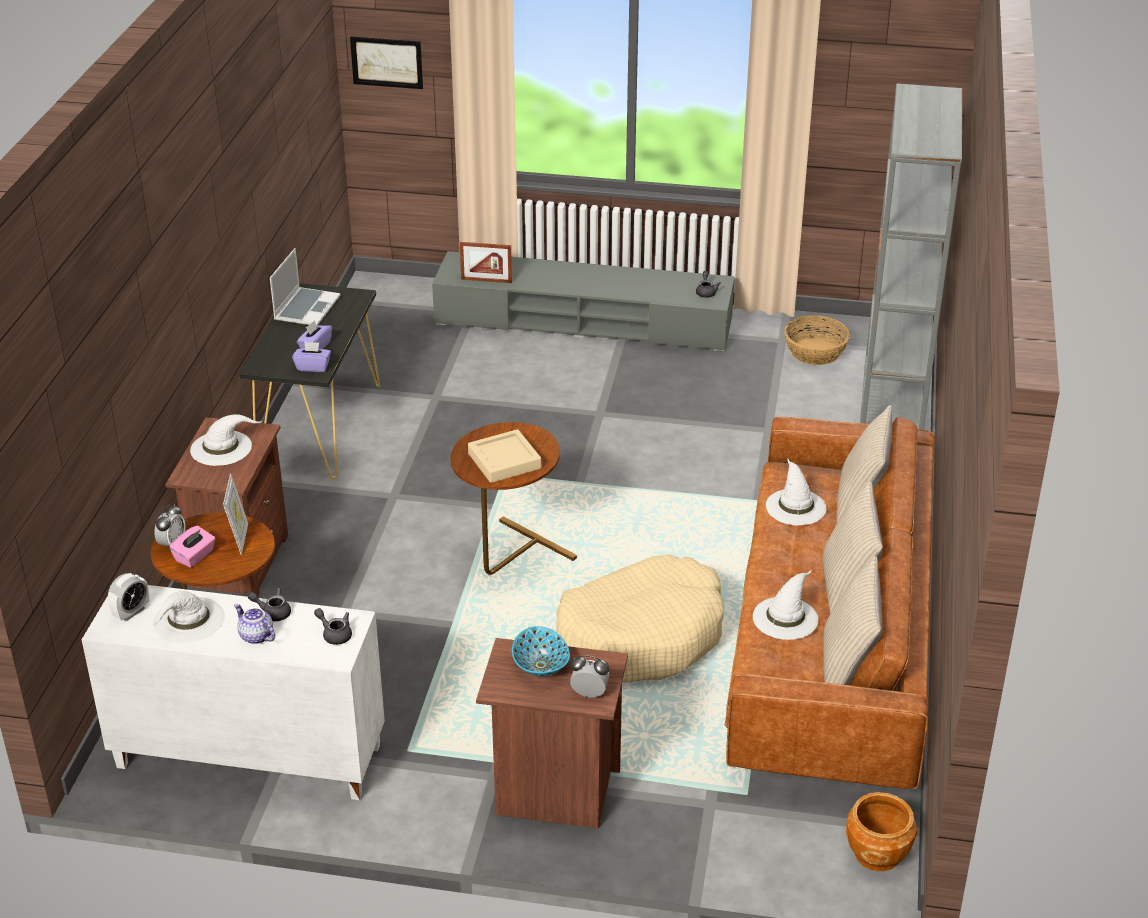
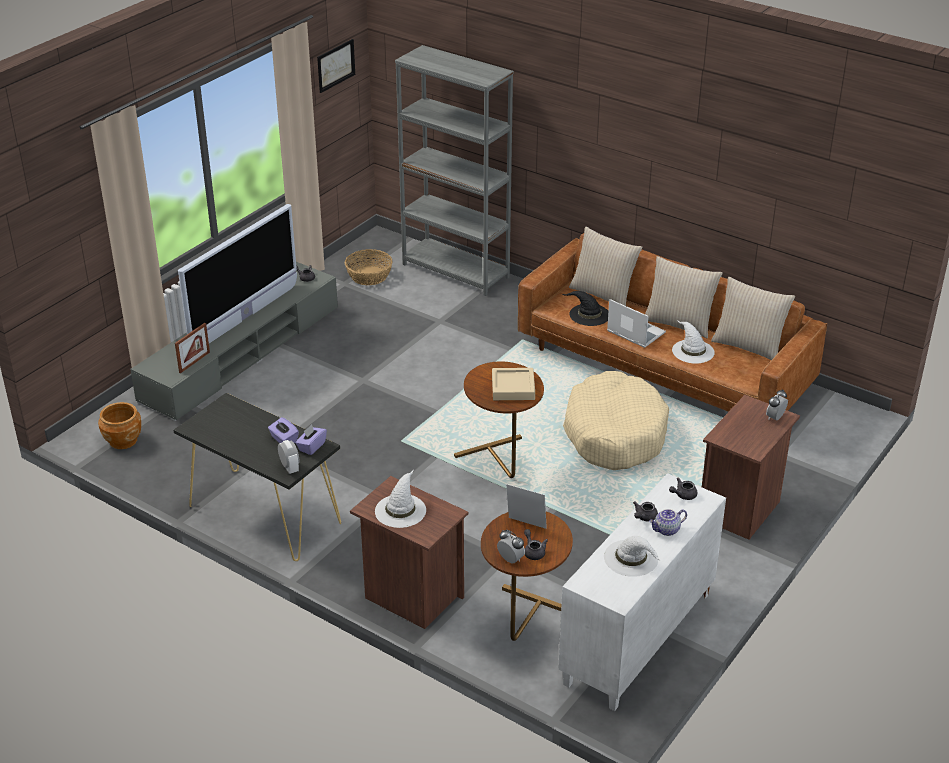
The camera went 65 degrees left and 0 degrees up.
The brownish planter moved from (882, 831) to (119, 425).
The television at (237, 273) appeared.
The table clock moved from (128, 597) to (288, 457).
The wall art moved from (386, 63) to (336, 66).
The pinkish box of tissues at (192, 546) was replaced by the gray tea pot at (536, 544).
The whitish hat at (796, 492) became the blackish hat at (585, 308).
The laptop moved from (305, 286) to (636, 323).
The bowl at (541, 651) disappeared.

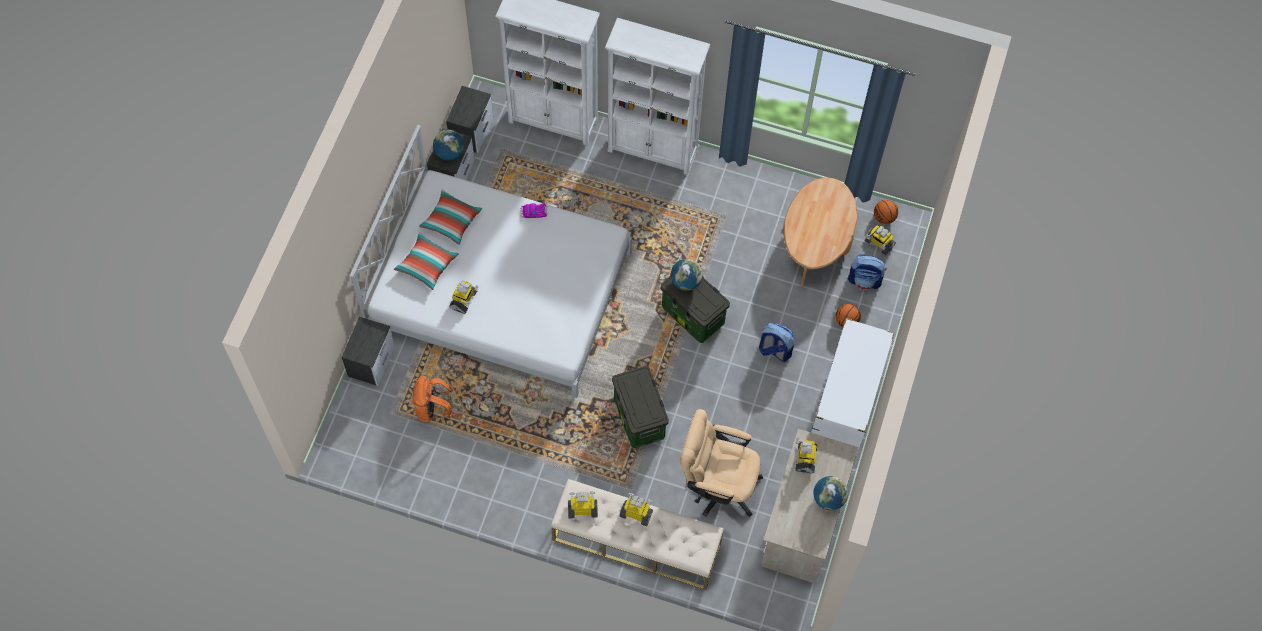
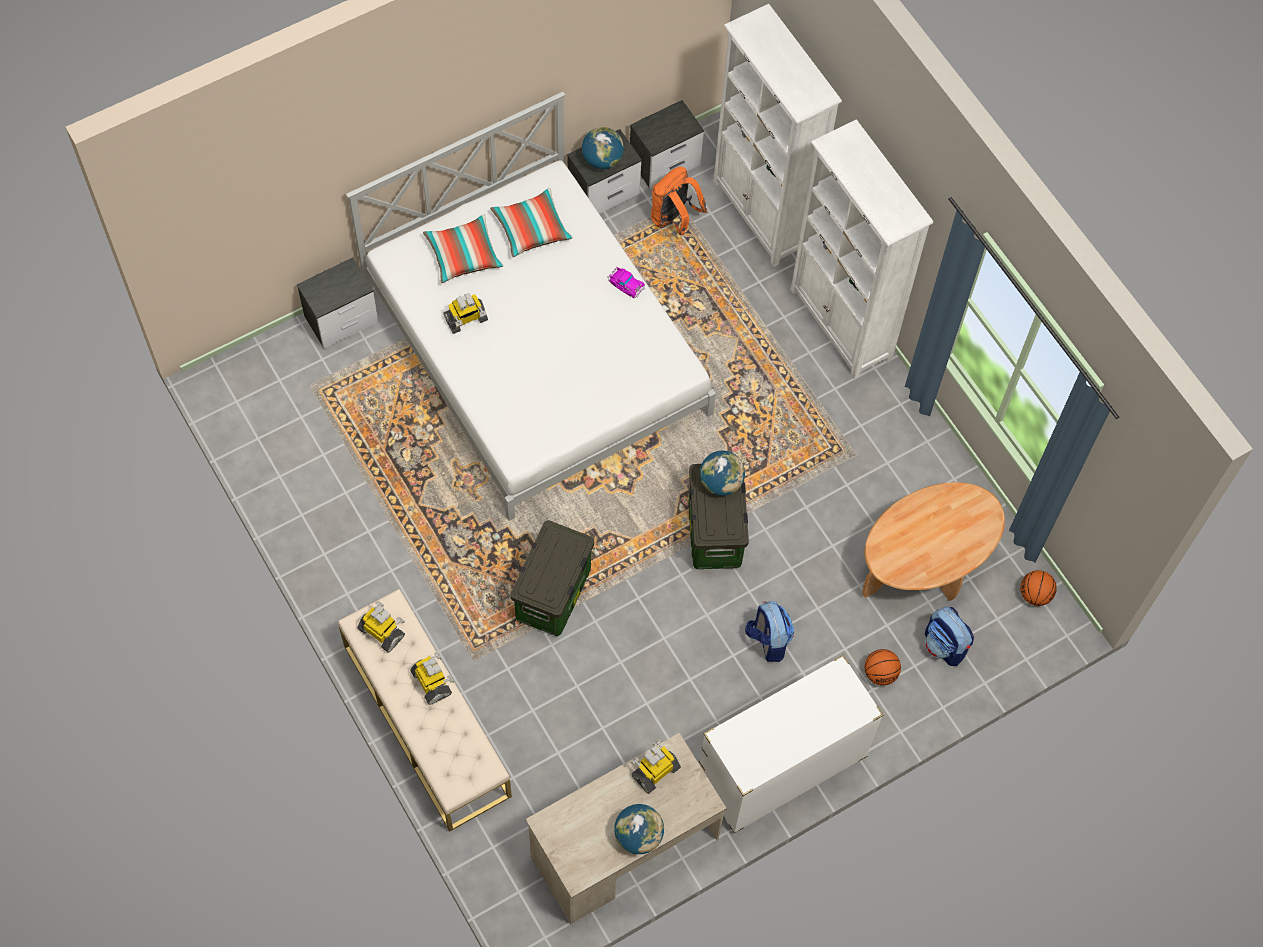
The camera went 40 degrees right and 0 degrees up.
The orange-coloured knapsack moved from (432, 398) to (679, 201).
The beige computer chair at (721, 463) disappeared.
The robot figure at (880, 240) disappeared.

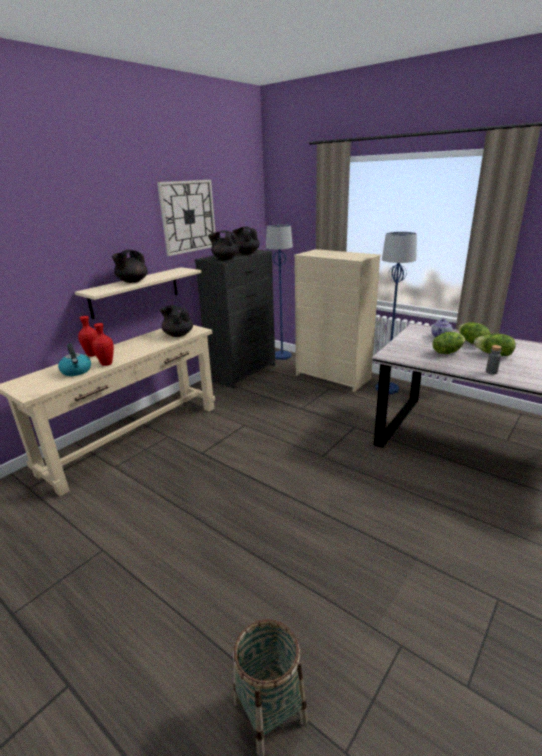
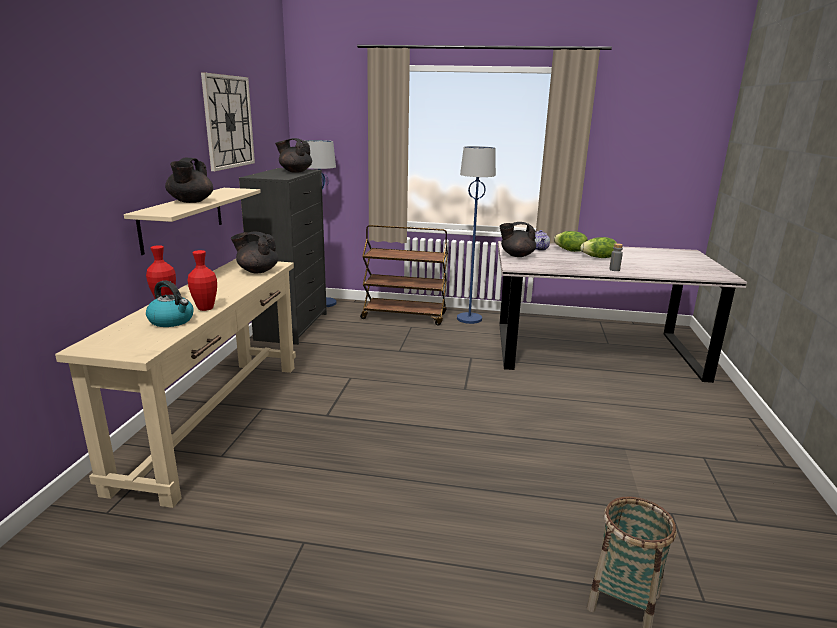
The camera went 30 degrees left and 5 degrees down.
The beige chest of drawers at (337, 320) was replaced by the brownish wheeled cart at (404, 275).
The blackish tea pot moved from (223, 245) to (517, 239).
The lettuce at (448, 343) disappeared.

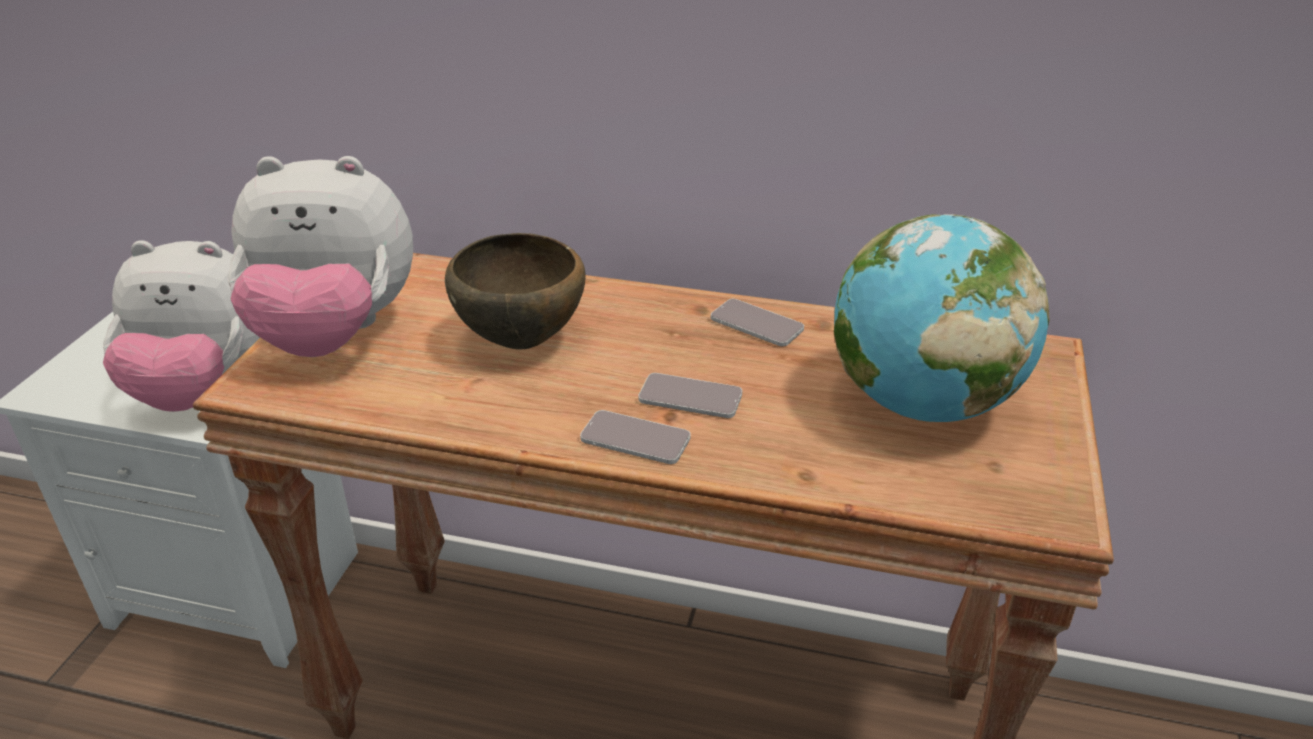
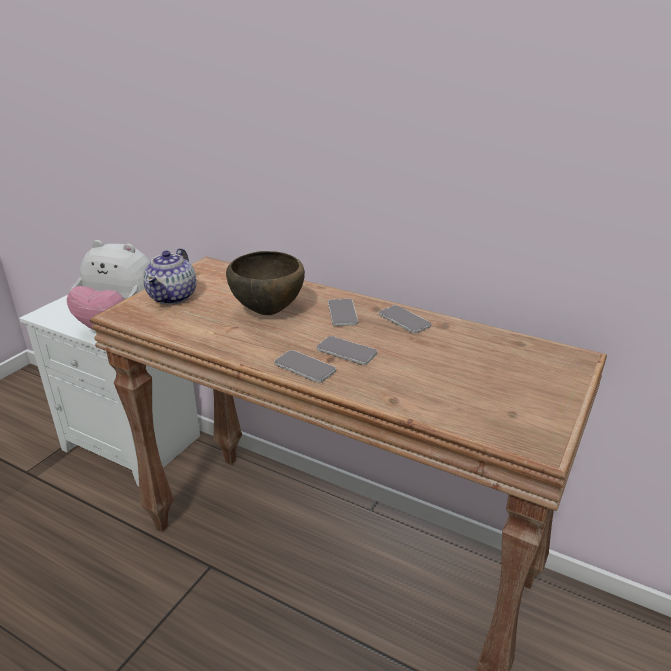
The camera went 15 degrees right and 5 degrees down.
The plush toy at (320, 256) was replaced by the tea pot at (169, 276).
The telephone at (343, 312) appeared.
The globe at (941, 318) disappeared.

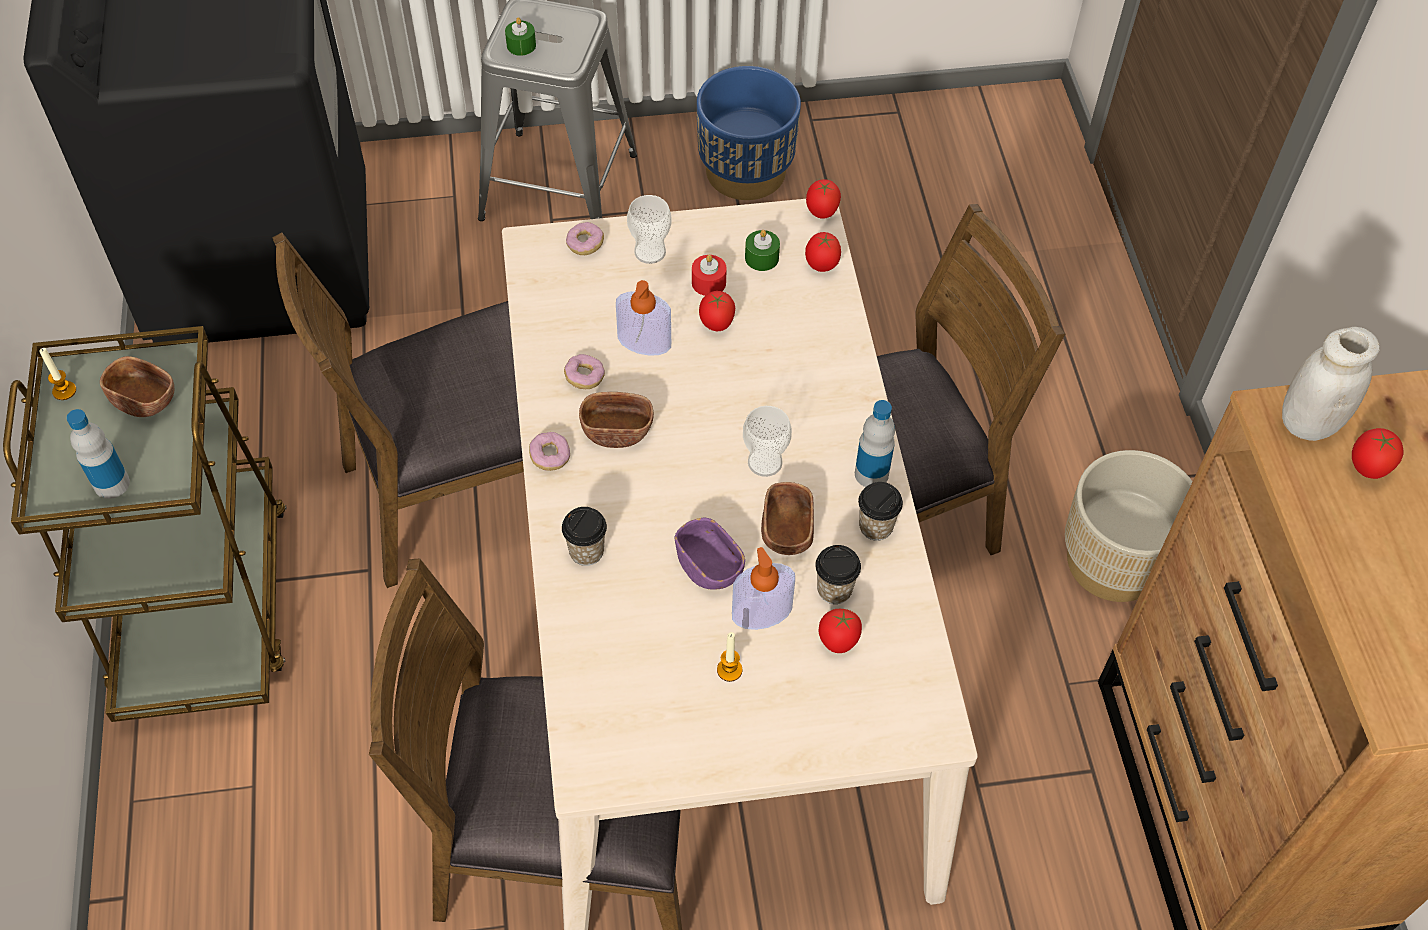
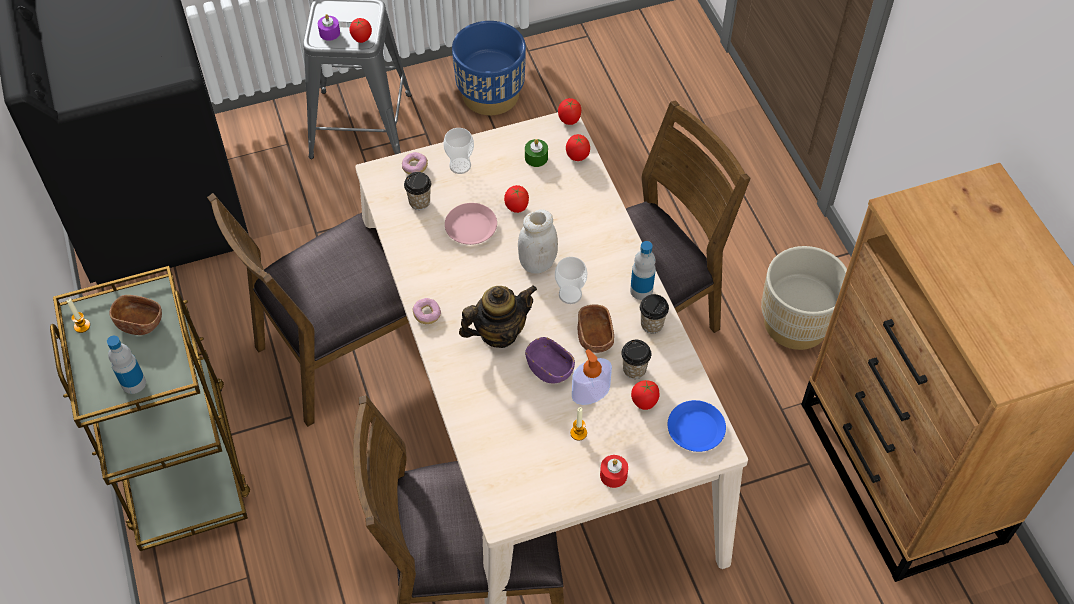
The camera went 10 degrees left and 0 degrees up.
The greenish wax candle at (520, 36) became the purple-coloured wax candle at (329, 27).
The whole tomato moved from (1377, 453) to (360, 30).
The drinking cup moved from (584, 536) to (417, 191).
The liquid soap bottle at (643, 318) was replaced by the pinkish dinner plate at (471, 224).
The tea pot at (498, 316) appeared.
The whitish preserve jar moved from (1331, 384) to (538, 241).
The reddish wax candle moved from (709, 275) to (614, 471).
The blue dinner plate at (697, 426) appeared.
The doughnut at (584, 371) disappeared.
The brownish bowl at (616, 420) disappeared.

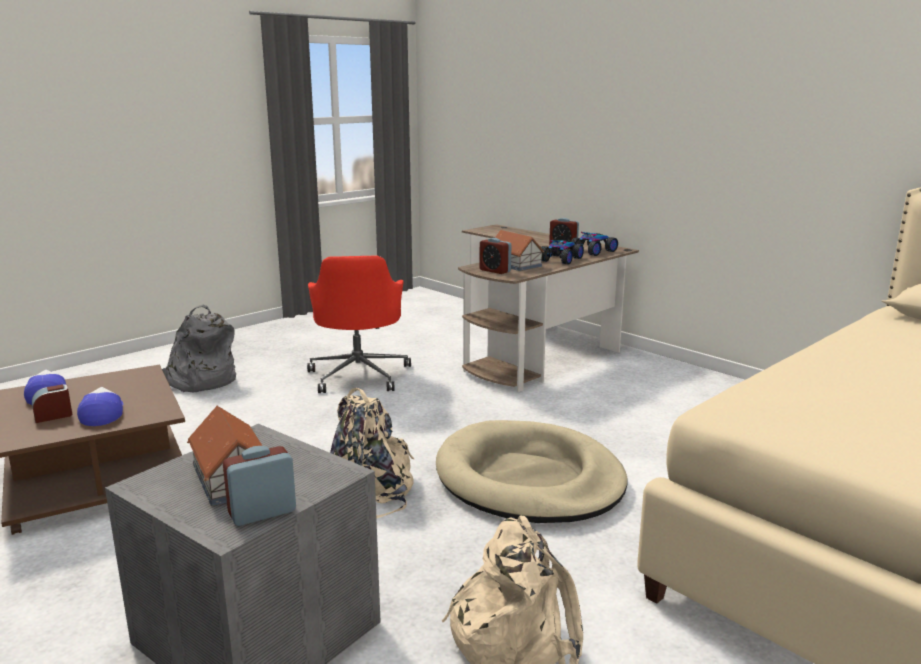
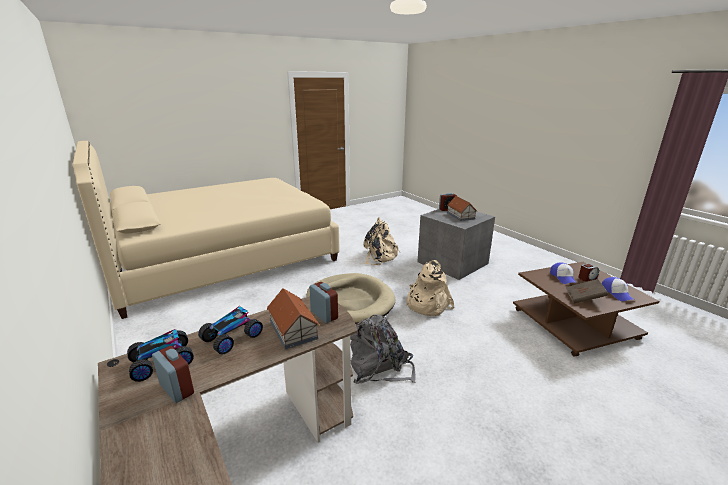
The camera went 170 degrees left and 5 degrees up.
The gray knapsack moved from (199, 348) to (383, 349).
The brownish volume at (586, 291) appeared.
The reddish computer chair at (359, 324) disappeared.

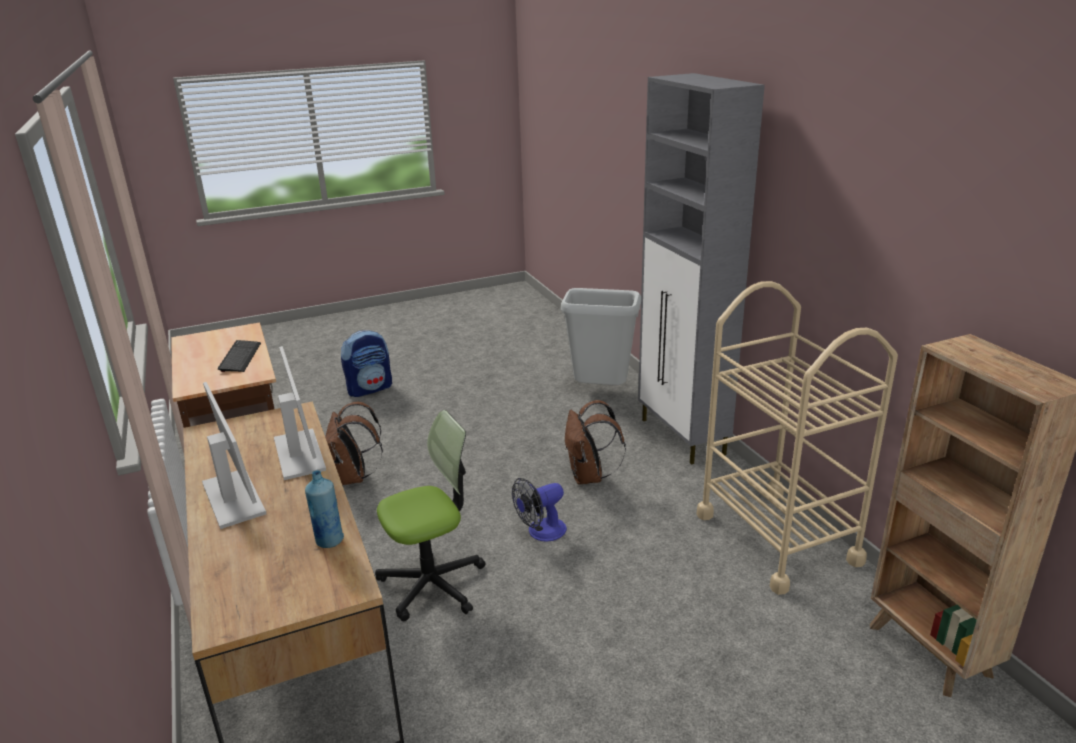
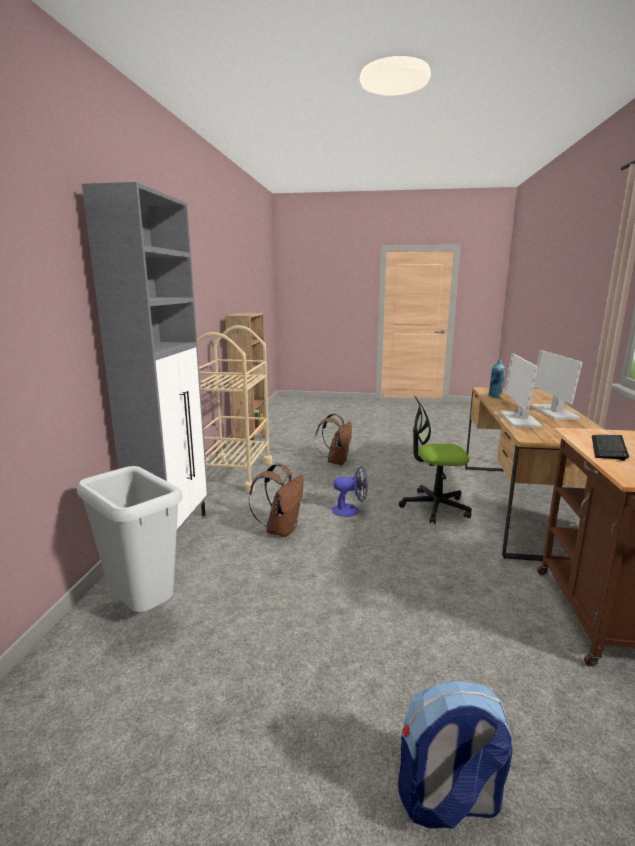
The camera went 150 degrees left and 10 degrees down.
The brownish knapsack moved from (354, 443) to (333, 439).

